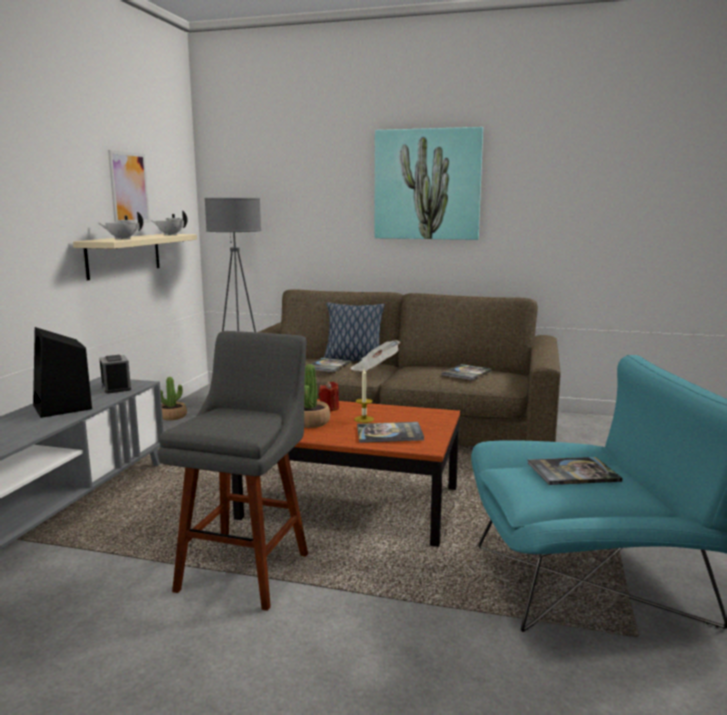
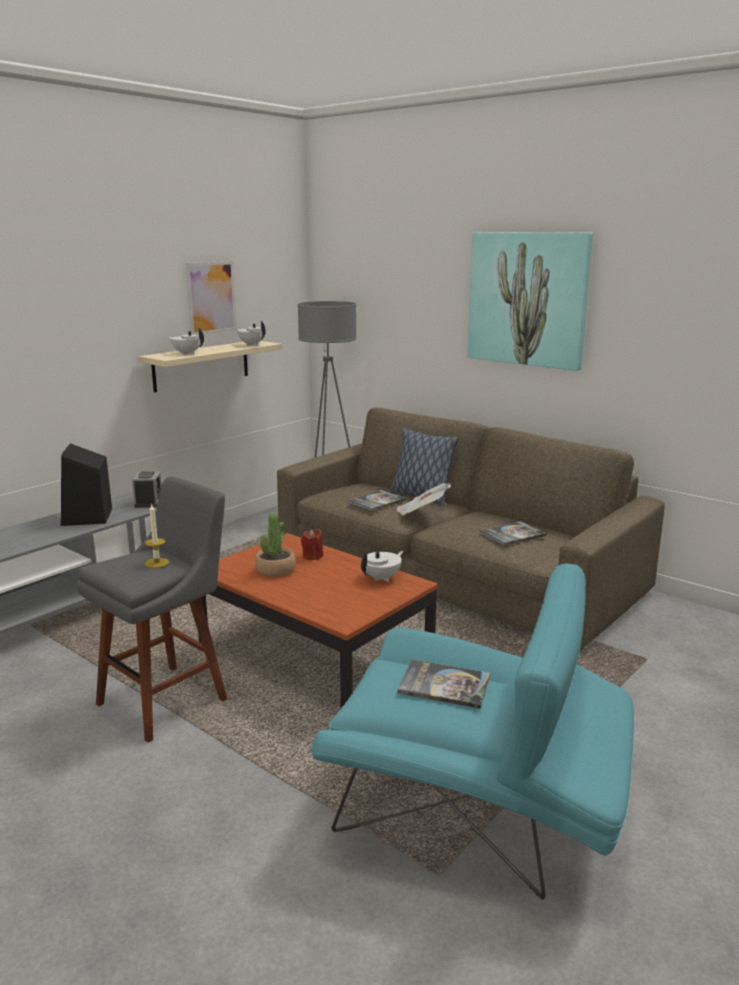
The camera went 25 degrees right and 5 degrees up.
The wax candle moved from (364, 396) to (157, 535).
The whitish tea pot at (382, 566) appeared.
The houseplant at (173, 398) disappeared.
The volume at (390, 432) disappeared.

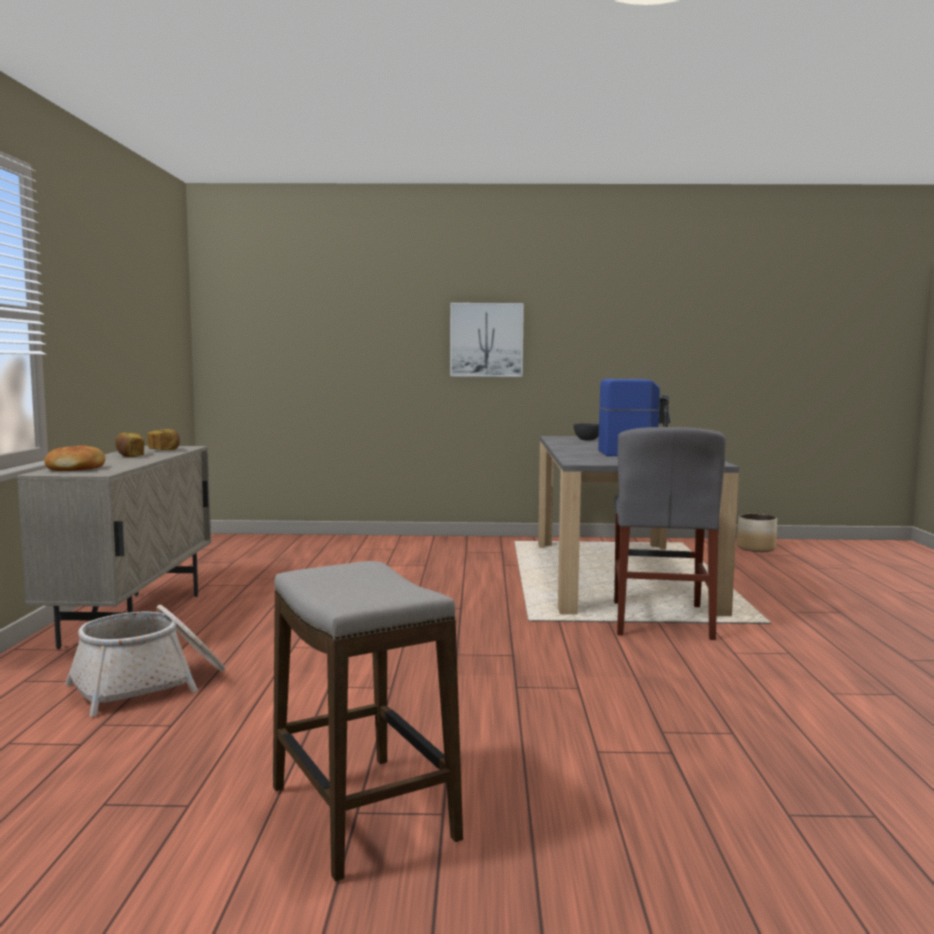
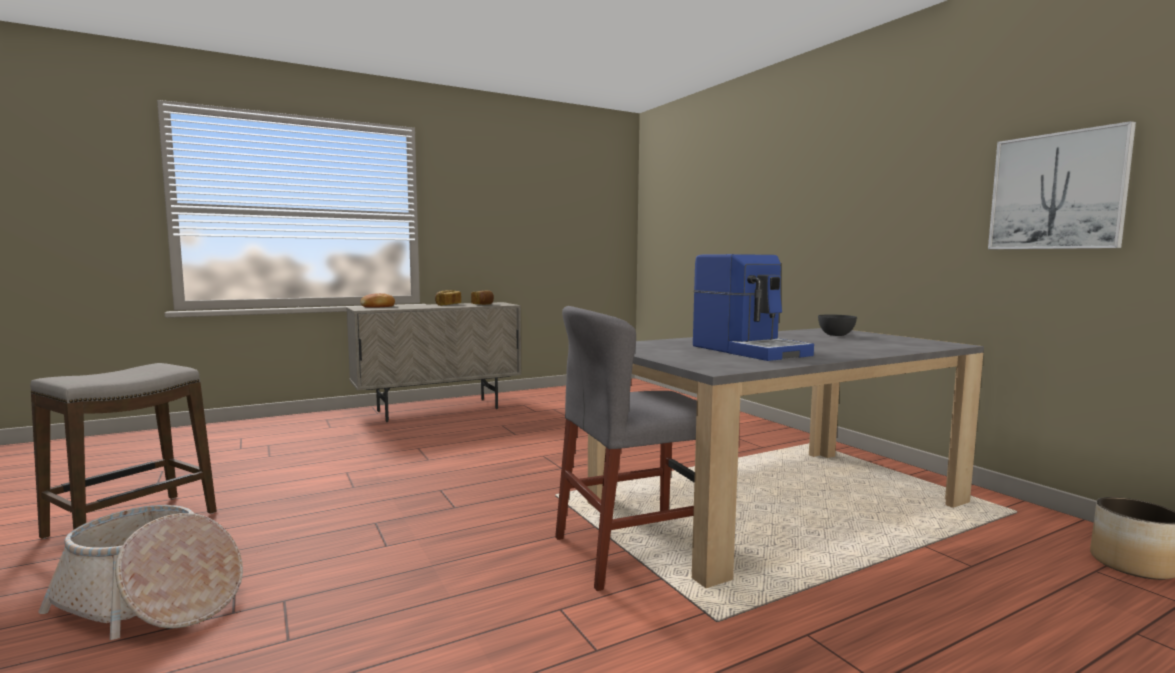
The camera went 60 degrees right and 0 degrees up.
The storage basket moved from (145, 660) to (140, 572).
The wall art moved from (487, 340) to (1062, 185).

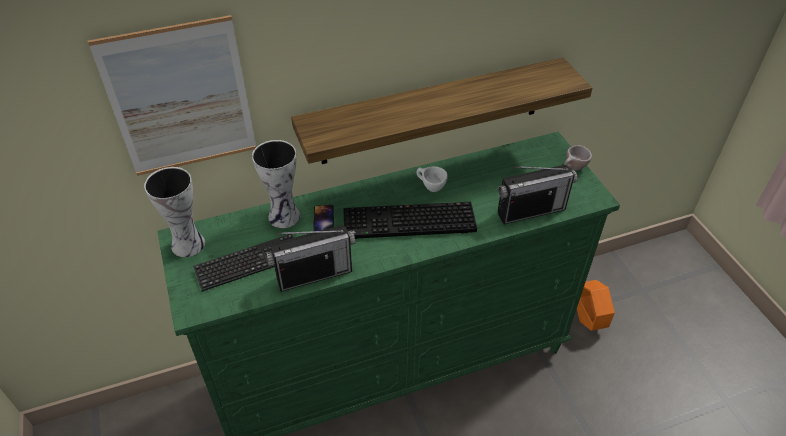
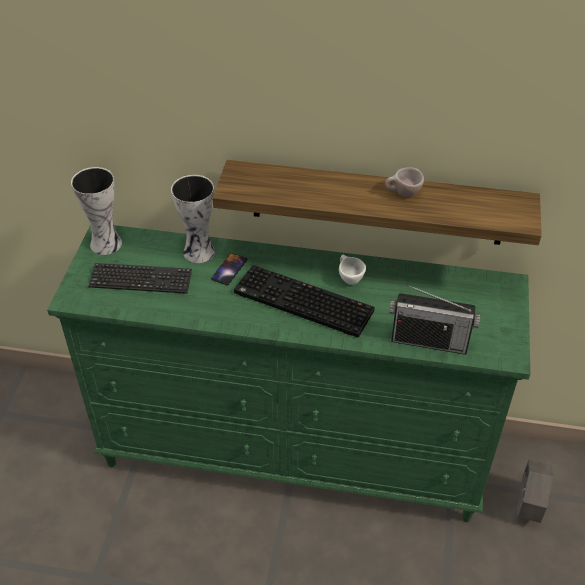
The camera went 30 degrees right and 0 degrees up.
The beige drinking cup moved from (578, 158) to (404, 182).
The orange-coloured planter at (596, 305) became the gray planter at (535, 491).
The wall art at (172, 95) disappeared.
The radio receiver at (311, 258) disappeared.

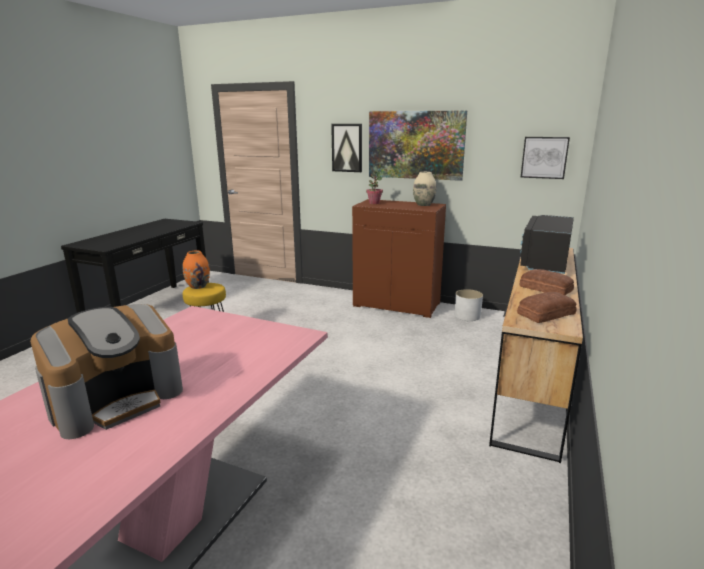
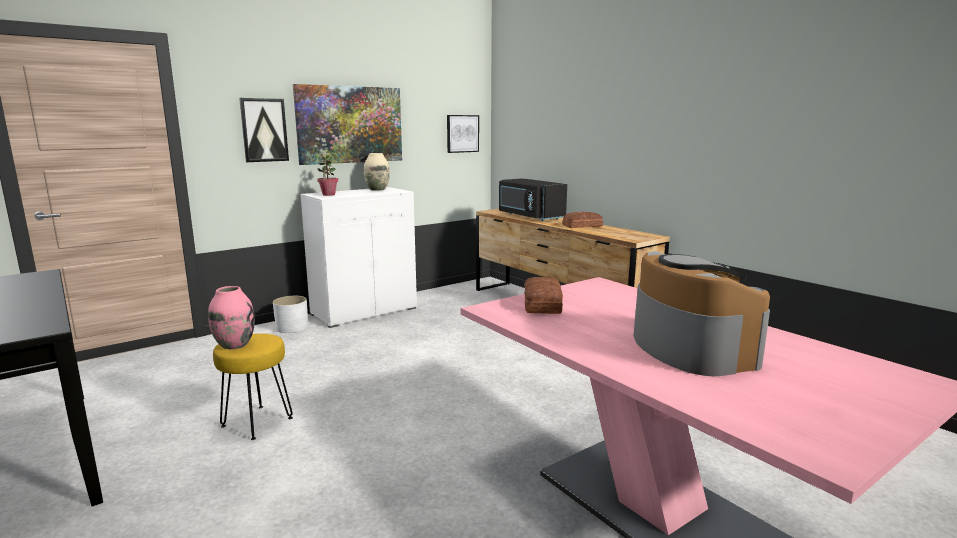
The camera went 60 degrees left and 5 degrees down.
The orange-coloured decorative vase at (196, 270) became the pinkish decorative vase at (231, 317).
The whitish planter moved from (469, 305) to (290, 314).
The brownish cabinet at (399, 258) became the whitish cabinet at (359, 257).
The baked bread moved from (547, 307) to (543, 295).

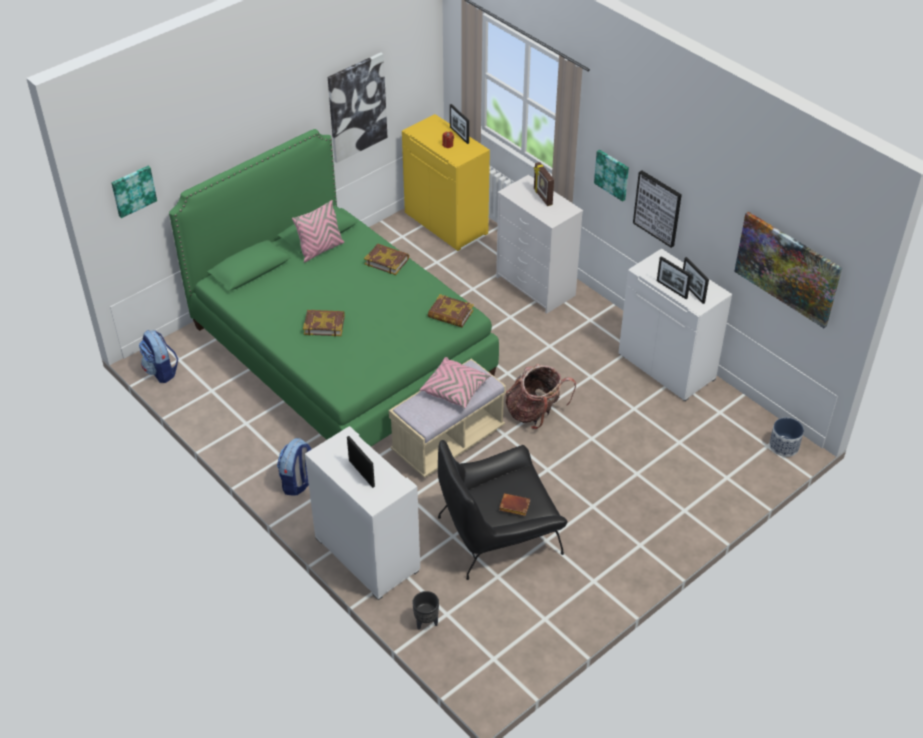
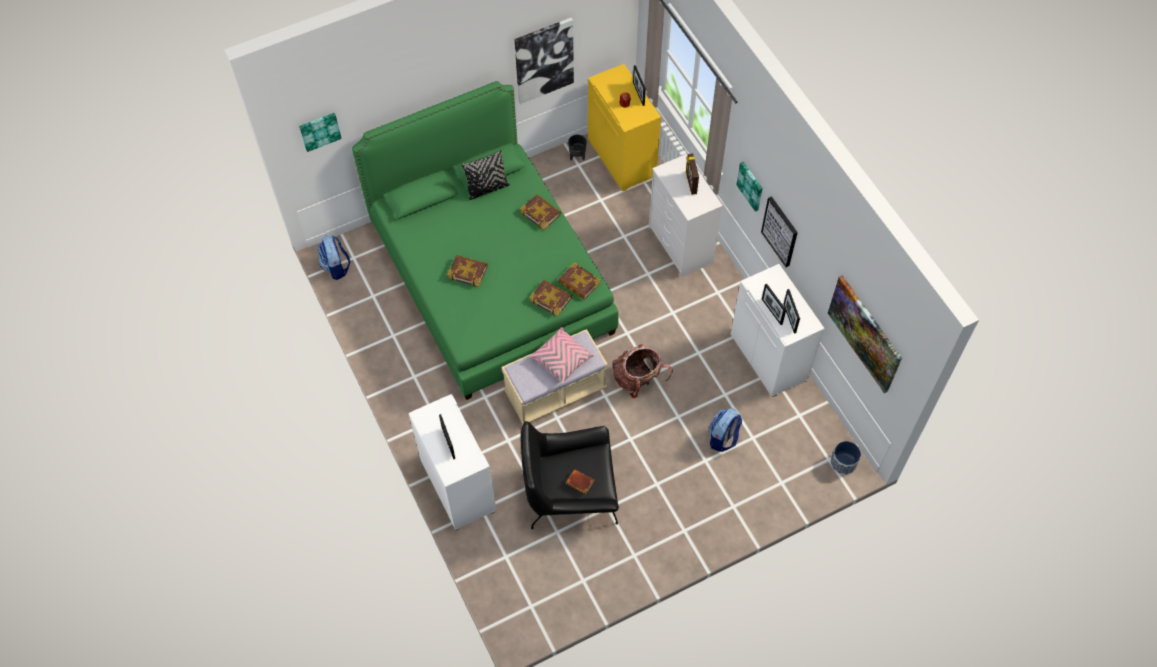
The camera went 15 degrees right and 15 degrees up.
The pinkish pillow at (318, 231) became the blackish pillow at (485, 175).
The volume at (551, 298) appeared.
The blackish planter moved from (425, 610) to (577, 147).
The knapsack moved from (294, 467) to (725, 430).

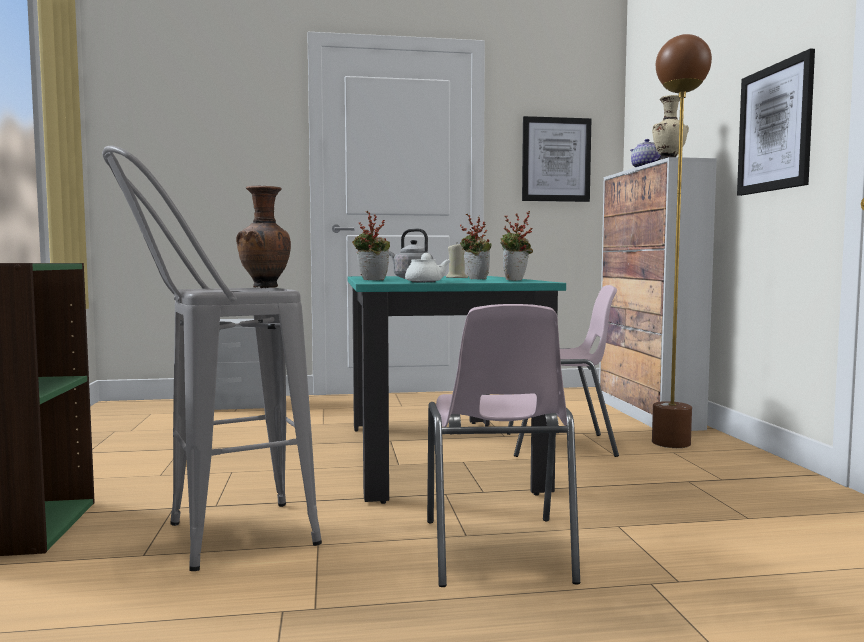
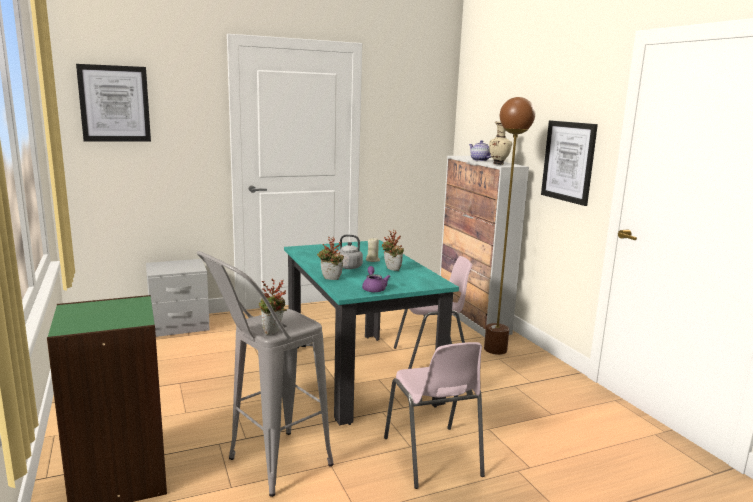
The camera went 15 degrees left and 10 degrees up.
The wall art moved from (556, 159) to (113, 102).
The houseplant moved from (516, 245) to (273, 307).
The whitish tea pot at (428, 267) became the purple-coloured tea pot at (376, 279).
The brownish decorative vase at (263, 236) disappeared.

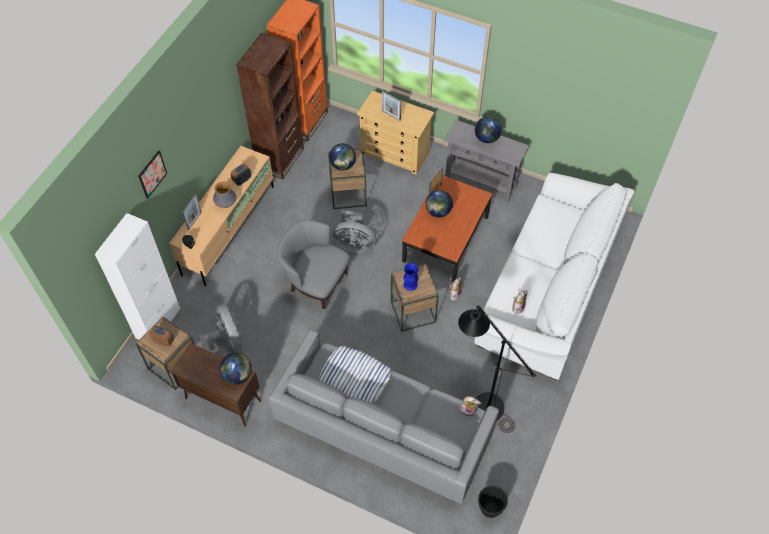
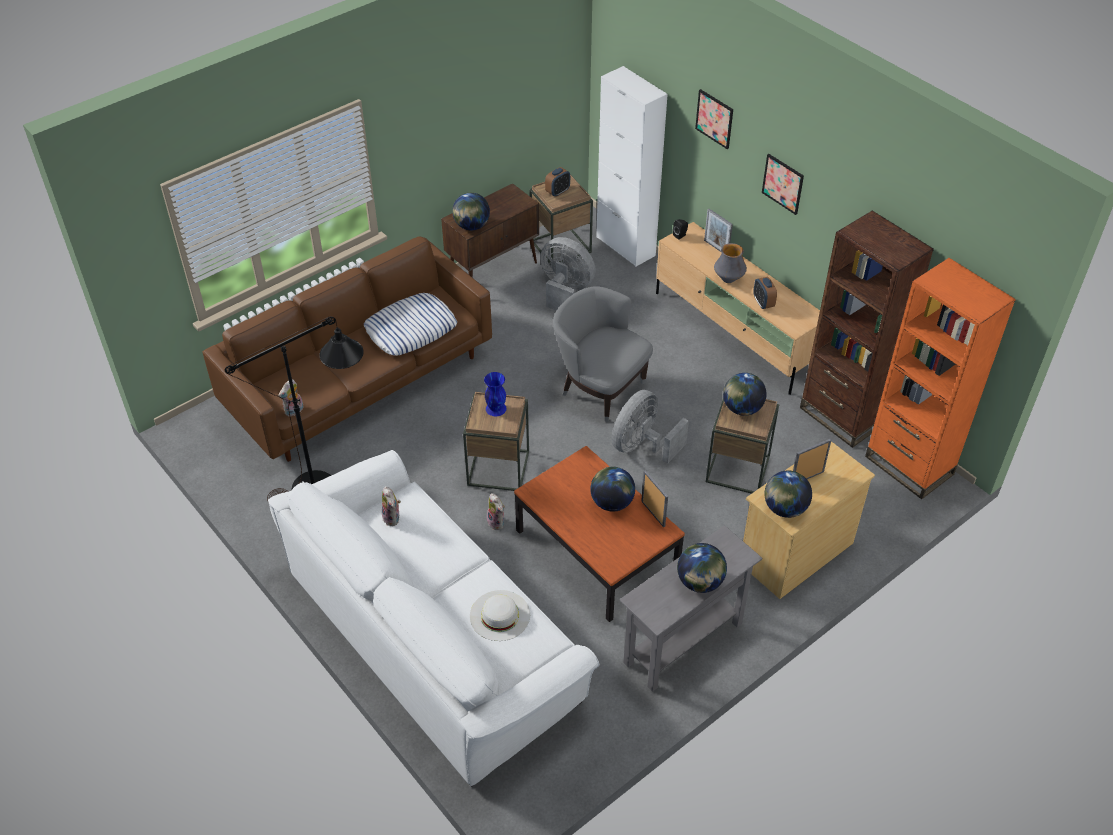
The camera went 115 degrees right and 10 degrees down.
The gray sofa at (384, 416) became the brownish sofa at (347, 349).
The whitish hat at (500, 615) appeared.
The gray electric fan at (220, 329) turned 150 degrees counterclockwise.
The gray lounge chair at (313, 265) turned 105 degrees counterclockwise.
The wall art at (783, 184) appeared.
The globe at (788, 494) appeared.
The blackish planter at (493, 502) disappeared.

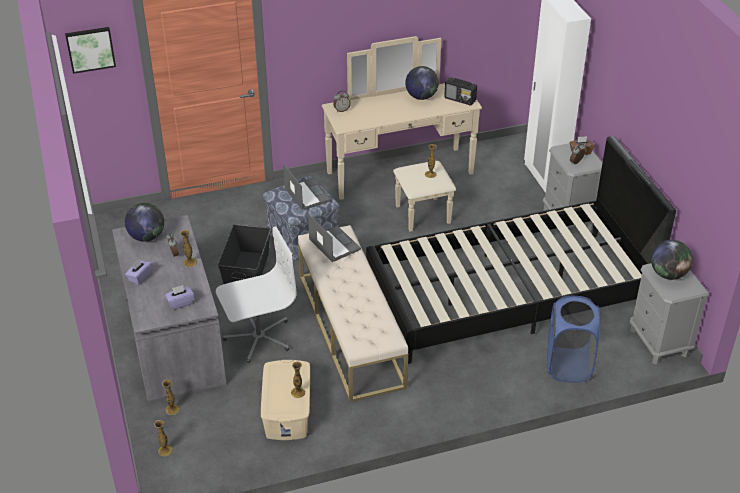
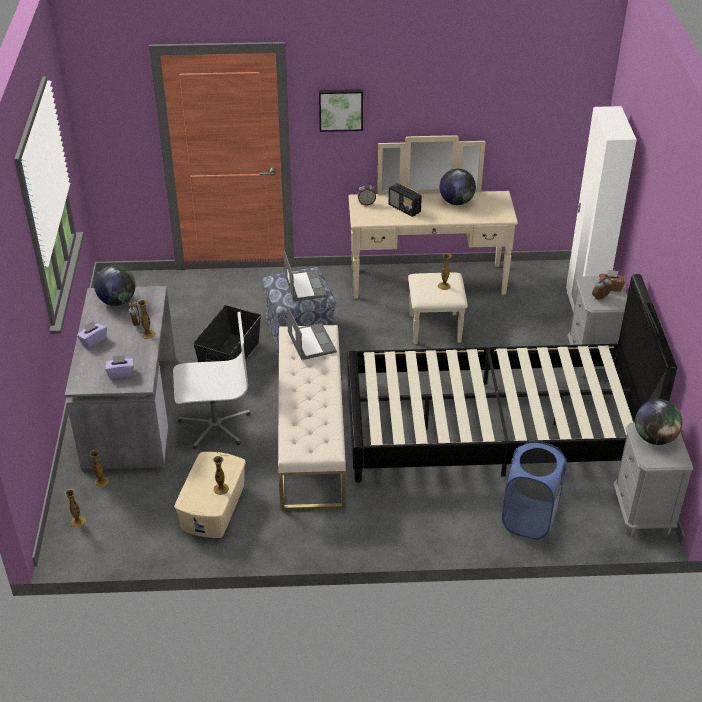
The camera went 15 degrees right and 0 degrees up.
The wall art moved from (90, 50) to (341, 110).
The radio receiver moved from (460, 91) to (405, 200).

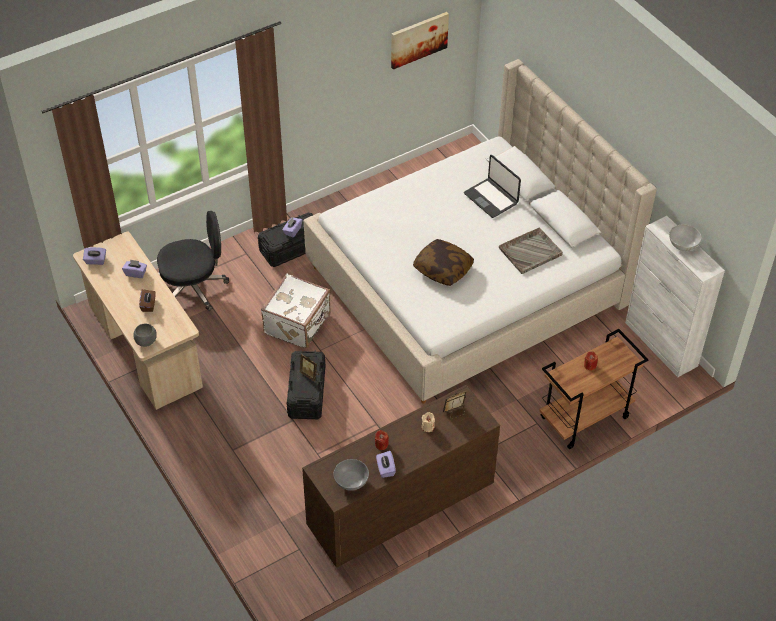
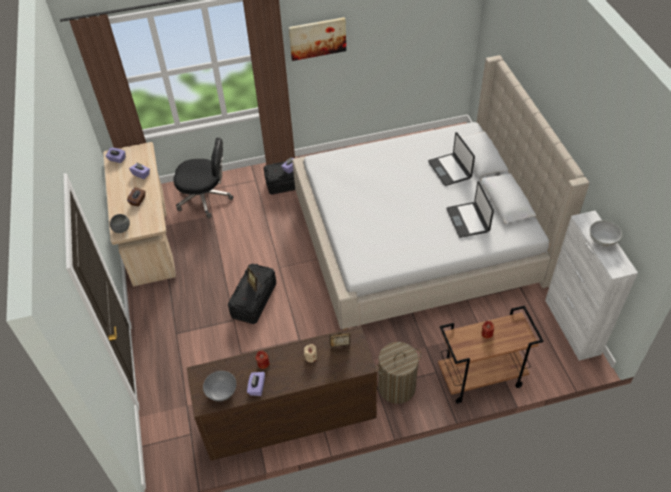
The camera went 20 degrees right and 0 degrees up.
The wall art moved from (420, 40) to (317, 39).
The hamper at (398, 373) appeared.
The gray carrying tray at (531, 251) was replaced by the laptop at (470, 209).
The whitish travel case at (296, 310) disappeared.
The pillow at (443, 262) disappeared.

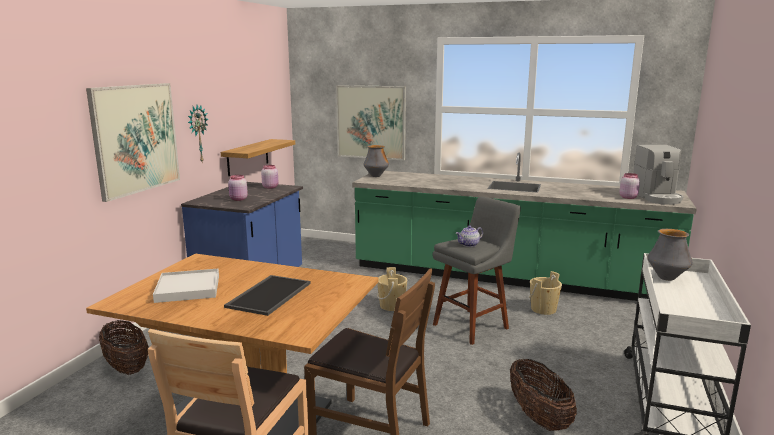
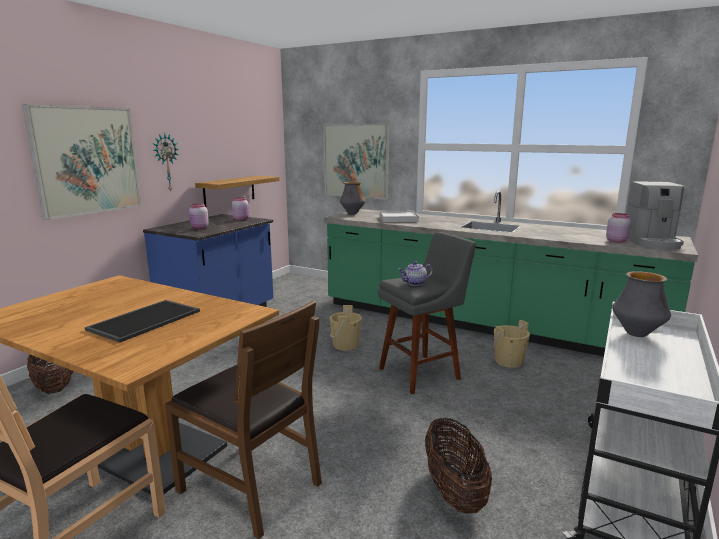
The camera went 10 degrees right and 0 degrees up.
The whitish carrying tray moved from (186, 286) to (399, 216).

